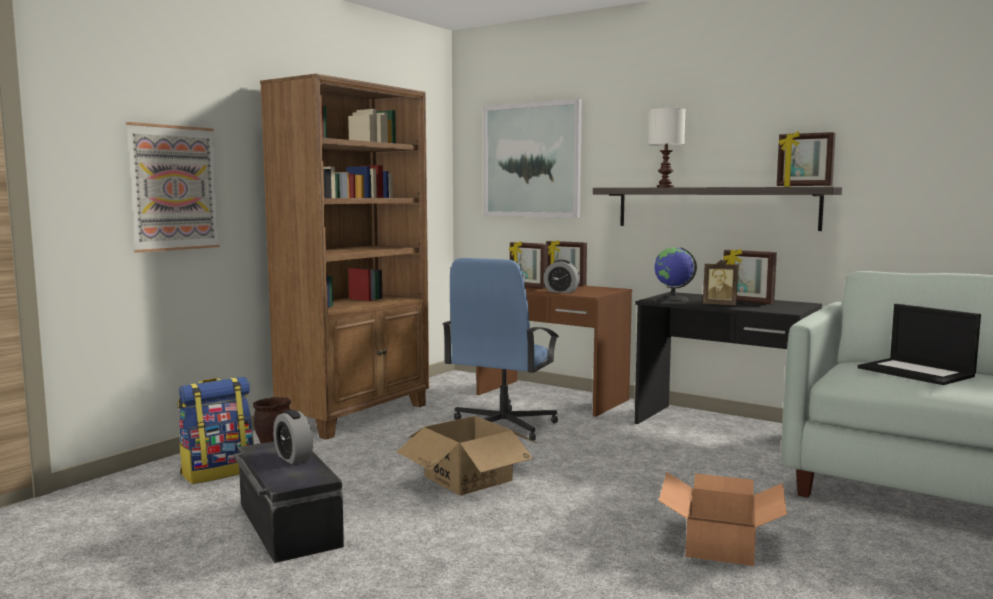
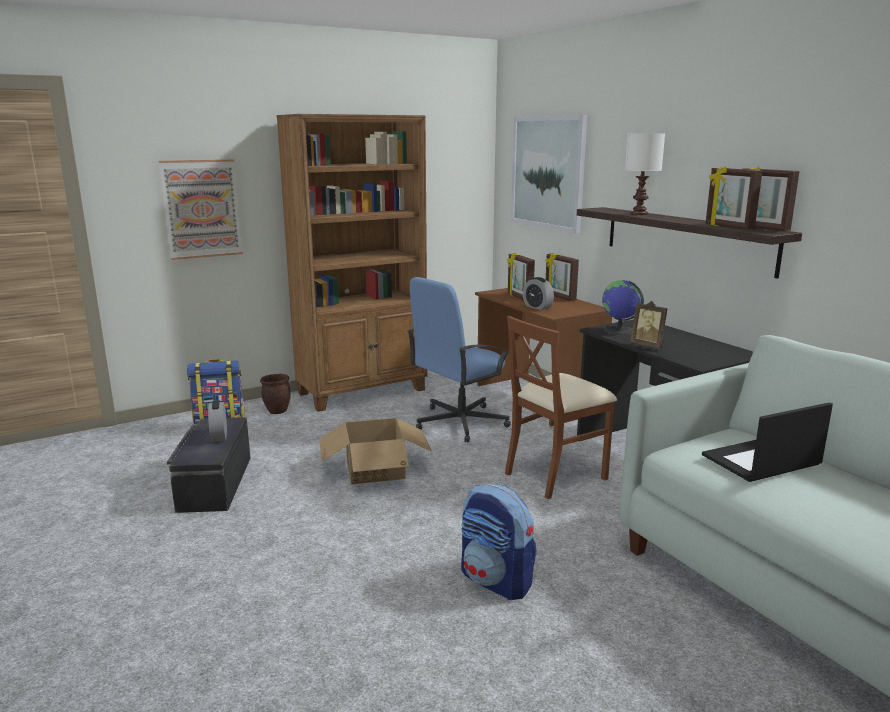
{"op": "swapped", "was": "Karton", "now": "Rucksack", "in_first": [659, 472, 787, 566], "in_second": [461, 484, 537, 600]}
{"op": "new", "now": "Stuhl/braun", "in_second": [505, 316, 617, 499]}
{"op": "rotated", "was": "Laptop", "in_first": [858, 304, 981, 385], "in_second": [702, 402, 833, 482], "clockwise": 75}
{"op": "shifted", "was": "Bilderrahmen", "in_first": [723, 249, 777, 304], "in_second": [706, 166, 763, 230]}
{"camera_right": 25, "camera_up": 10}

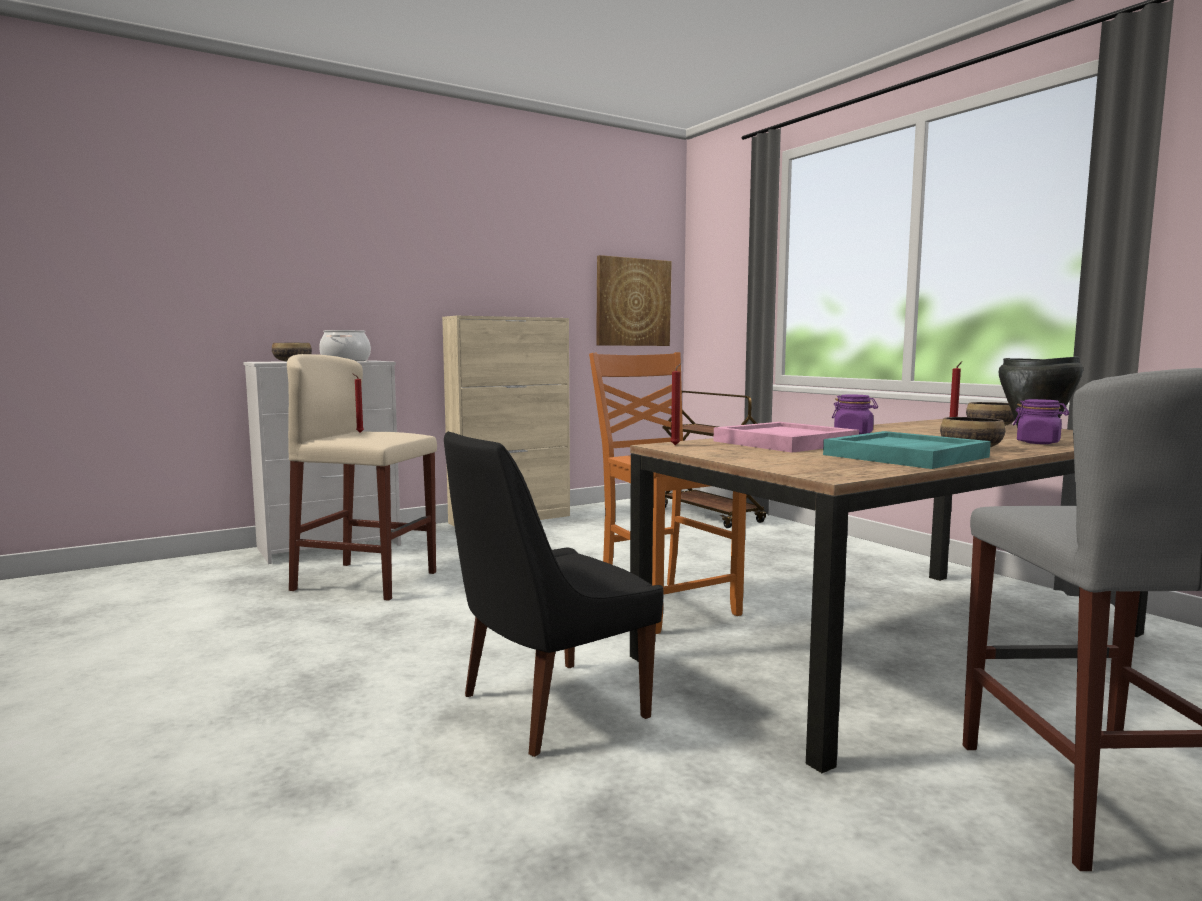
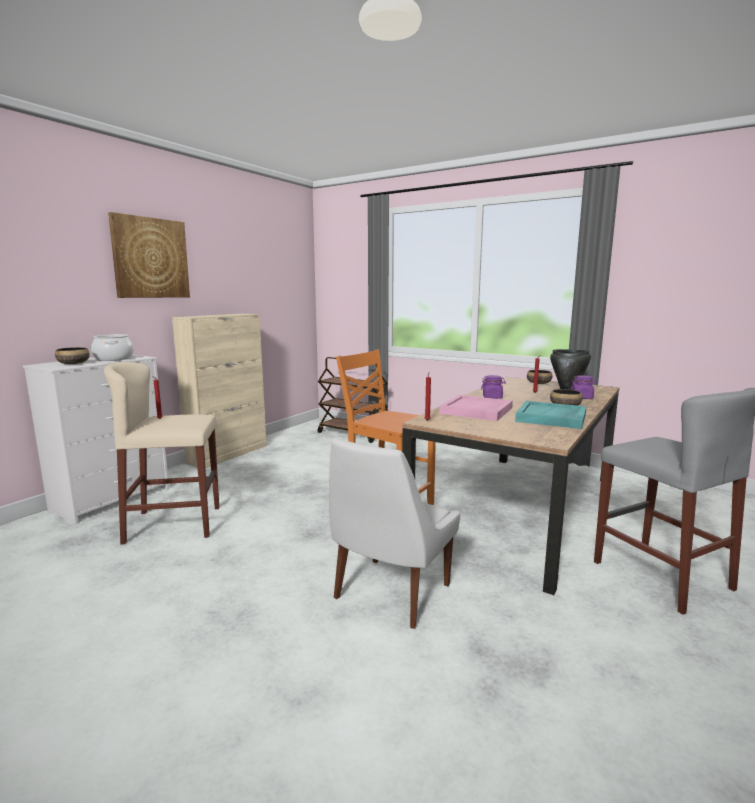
{"op": "shifted", "was": "Bild", "in_first": [596, 255, 672, 346], "in_second": [108, 212, 190, 298]}
{"op": "repainted", "was": "Stuhl/schwarz", "now": "Stuhl/weiß", "in_first": [444, 431, 664, 757], "in_second": [329, 438, 460, 629]}
{"camera_right": -25, "camera_up": 5}

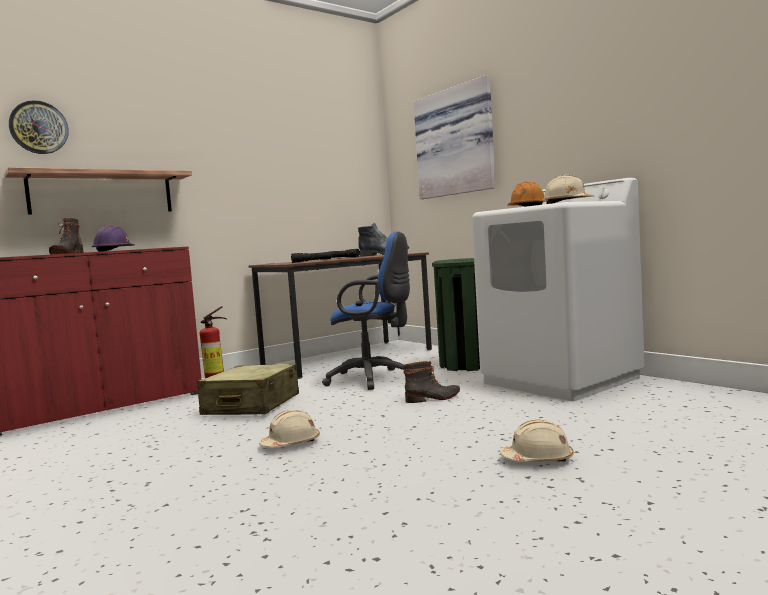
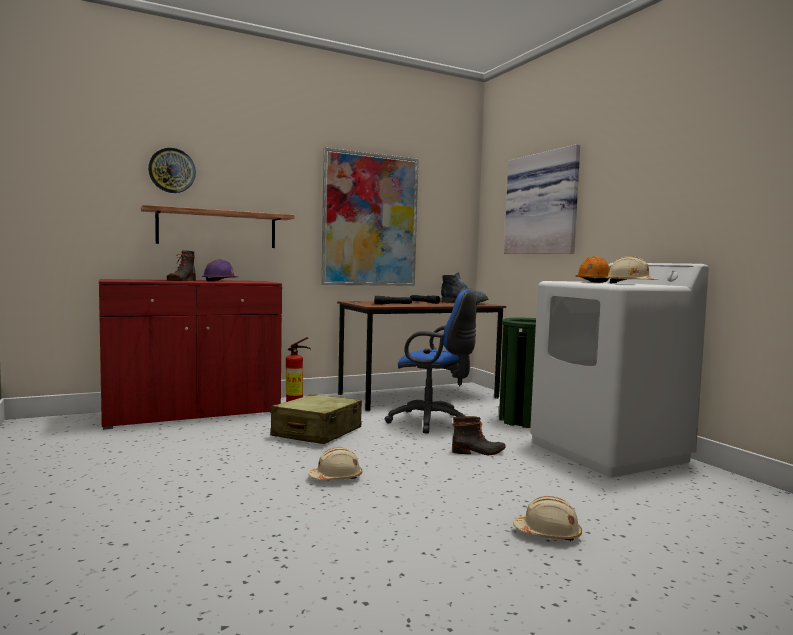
{"op": "new", "now": "Bild", "in_second": [321, 148, 419, 286]}
{"camera_right": 10, "camera_up": 0}

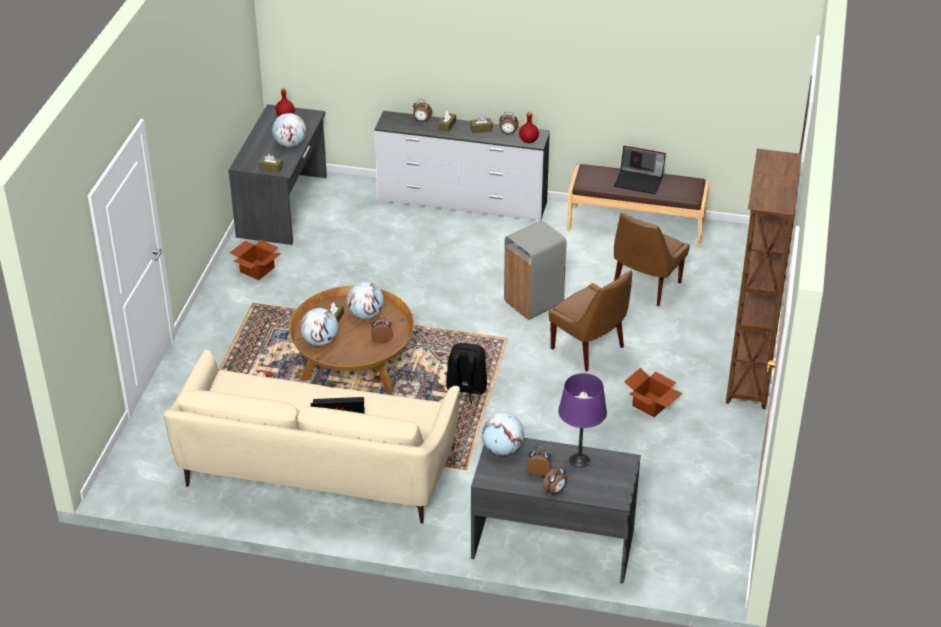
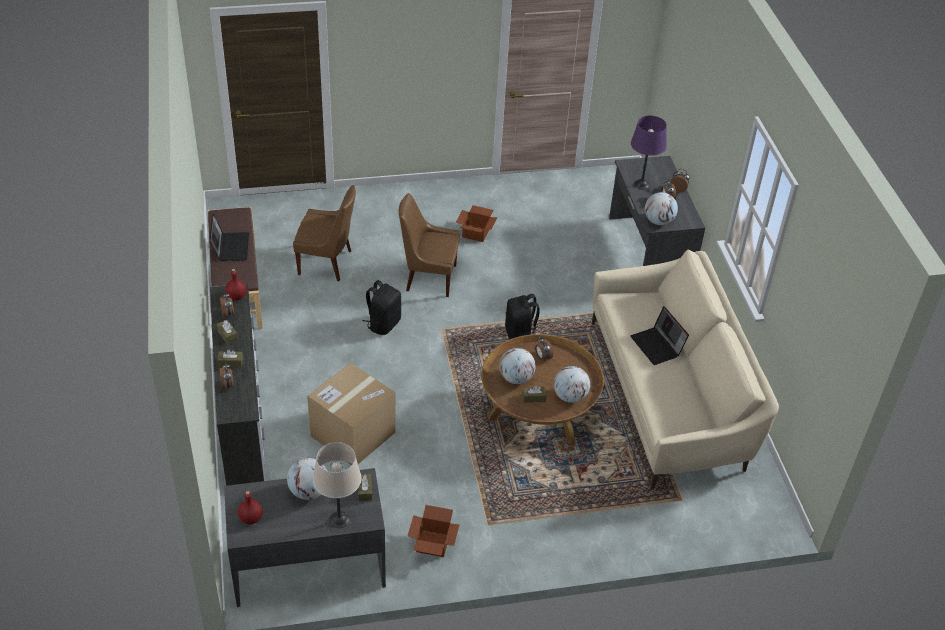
{"op": "new", "now": "Karton", "in_second": [307, 362, 396, 466]}
{"op": "new", "now": "Tischlampe/beige", "in_second": [313, 442, 361, 528]}
{"op": "swapped", "was": "Mülleimer/grau", "now": "Rucksack/schwarz", "in_first": [504, 221, 567, 320], "in_second": [362, 280, 401, 335]}
{"op": "rotated", "was": "Stuhl/braun", "in_first": [549, 270, 632, 372], "in_second": [399, 193, 460, 297], "clockwise": -105}
{"op": "gone", "was": "Bücherregal/braun", "in_first": [726, 149, 802, 409]}
{"camera_right": -115, "camera_up": 5}

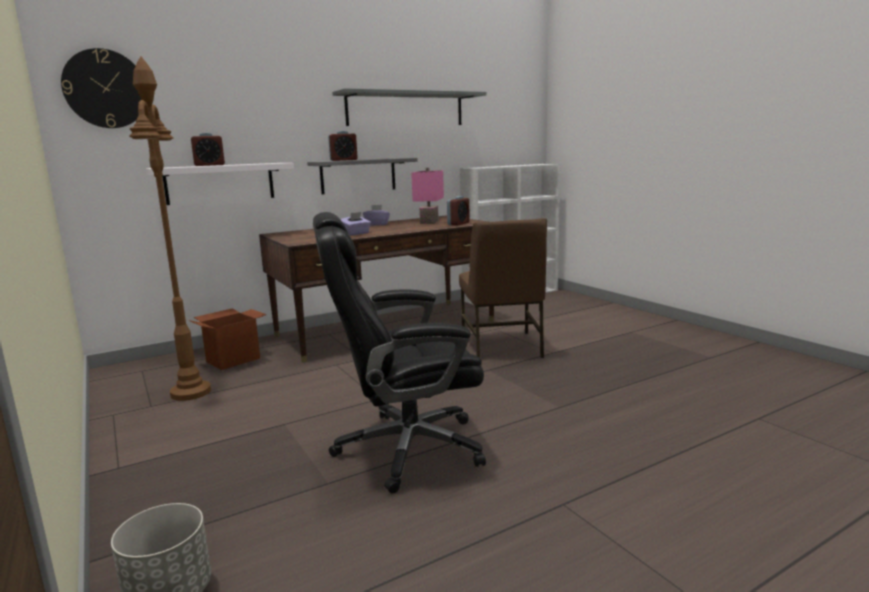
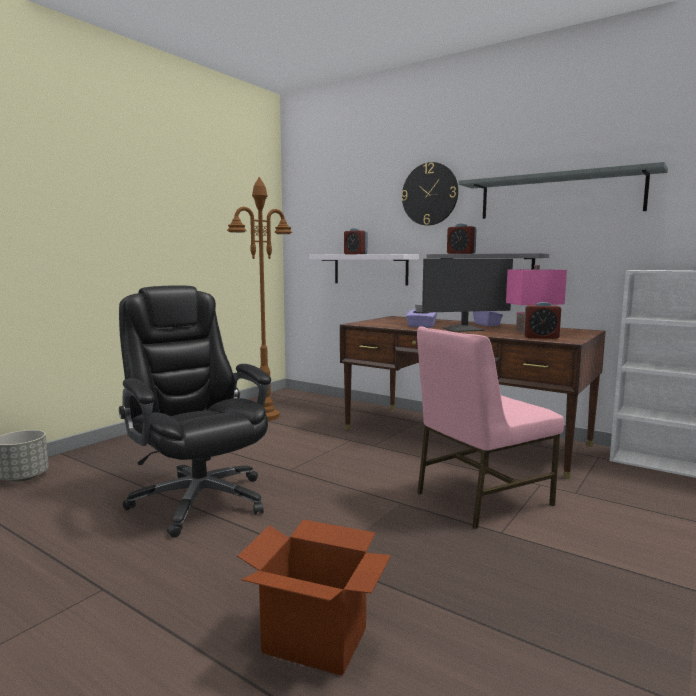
{"op": "shifted", "was": "Karton", "in_first": [188, 308, 267, 370], "in_second": [237, 519, 391, 676]}
{"op": "shifted", "was": "Wanduhr", "in_first": [61, 48, 141, 128], "in_second": [401, 162, 458, 226]}
{"op": "repainted", "was": "Stuhl/braun", "now": "Stuhl/rosa", "in_first": [459, 218, 547, 358], "in_second": [417, 326, 564, 529]}
{"op": "new", "now": "Monitor", "in_second": [422, 259, 513, 332]}
{"camera_right": 65, "camera_up": -5}

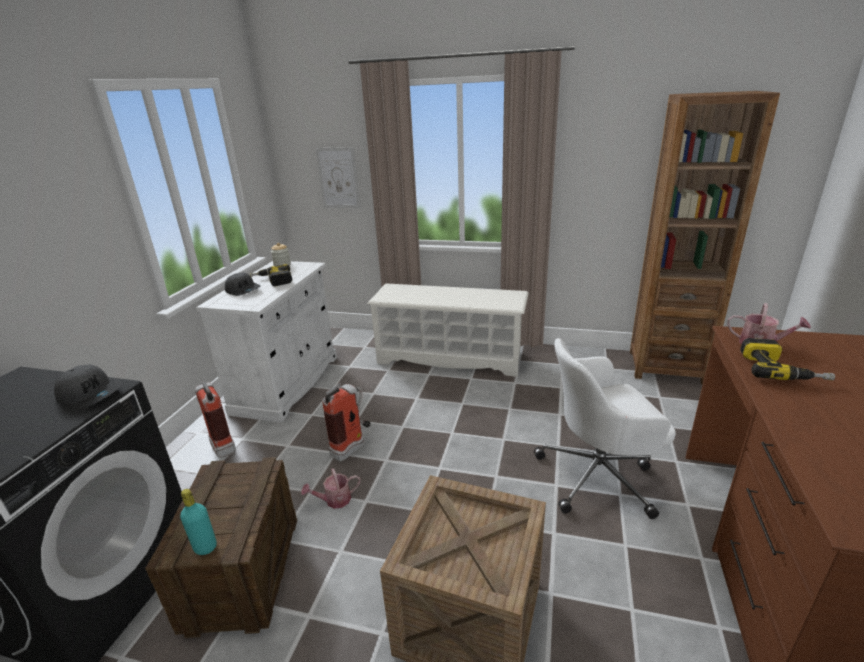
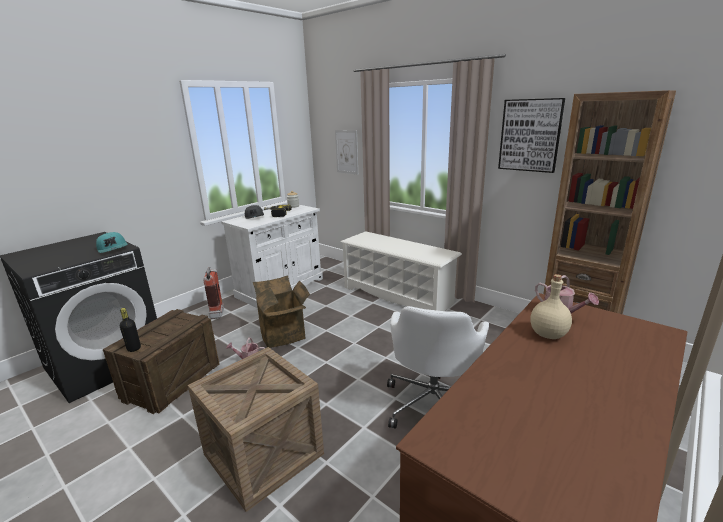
{"op": "repainted", "was": "Kappe/grau", "now": "Kappe/türkis", "in_first": [54, 365, 123, 408], "in_second": [96, 232, 127, 253]}
{"op": "repainted", "was": "Flasche/türkis", "now": "Flasche/schwarz", "in_first": [180, 489, 217, 555], "in_second": [120, 308, 141, 352]}
{"op": "swapped", "was": "Feuerlöscher", "now": "Karton", "in_first": [322, 383, 371, 462], "in_second": [253, 275, 310, 348]}
{"op": "rotated", "was": "Bürostuhl/weiß", "in_first": [534, 338, 676, 519], "in_second": [387, 306, 489, 429], "clockwise": -90}
{"op": "new", "now": "Bild", "in_second": [498, 98, 565, 173]}
{"op": "swapped", "was": "Bohrmaschine", "now": "Flasche/beige", "in_first": [740, 338, 835, 380], "in_second": [531, 274, 572, 339]}
{"camera_right": 25, "camera_up": -5}

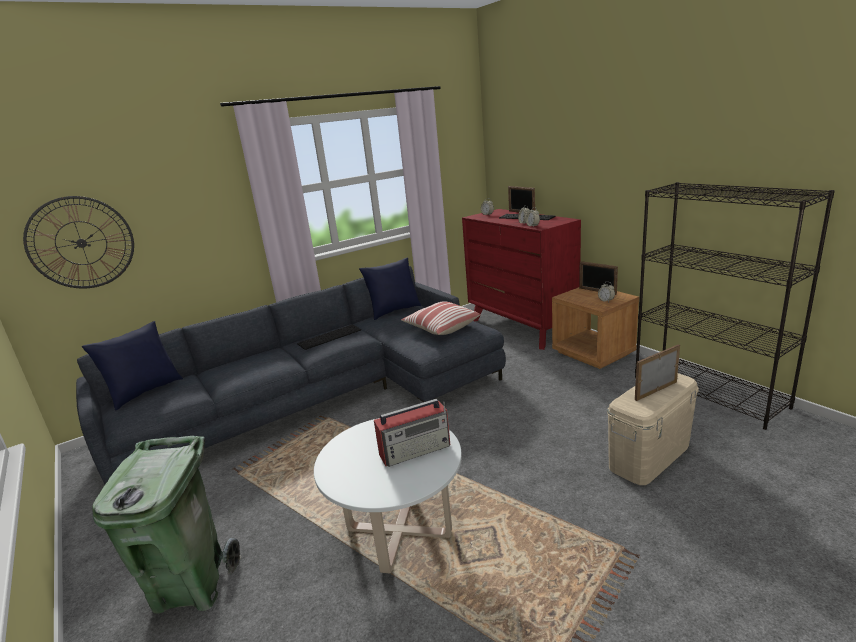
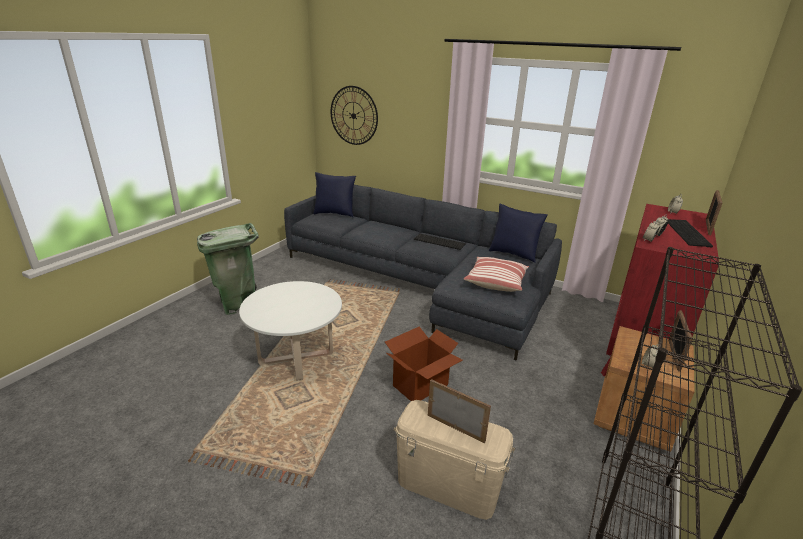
{"op": "new", "now": "Karton", "in_second": [385, 326, 463, 401]}
{"op": "gone", "was": "Radio", "in_first": [374, 399, 450, 467]}
{"camera_right": 60, "camera_up": 5}

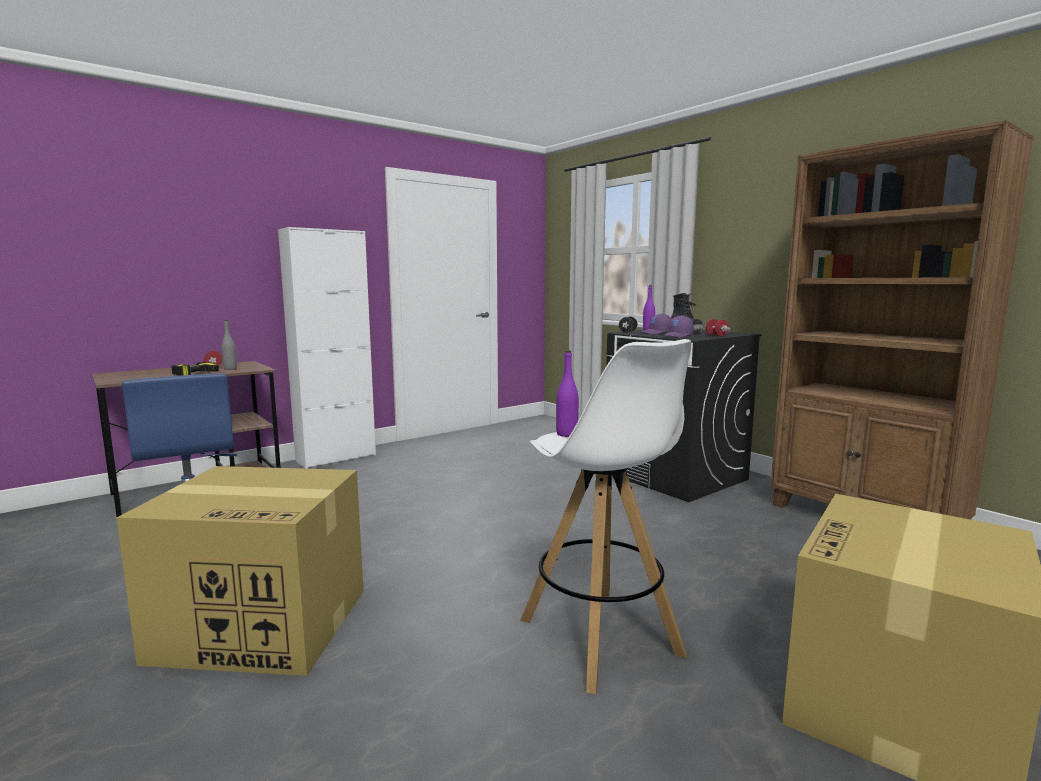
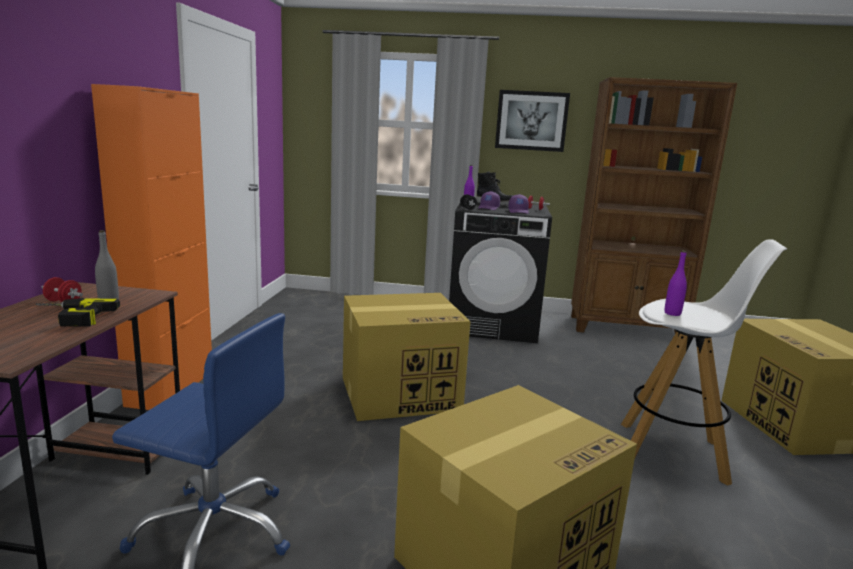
{"op": "repainted", "was": "Schrank/weiß", "now": "Schrank/orange", "in_first": [278, 227, 376, 469], "in_second": [91, 84, 212, 410]}
{"op": "new", "now": "Karton", "in_second": [343, 293, 471, 421]}
{"op": "new", "now": "Bild", "in_second": [495, 90, 570, 152]}
{"camera_right": -45, "camera_up": 5}

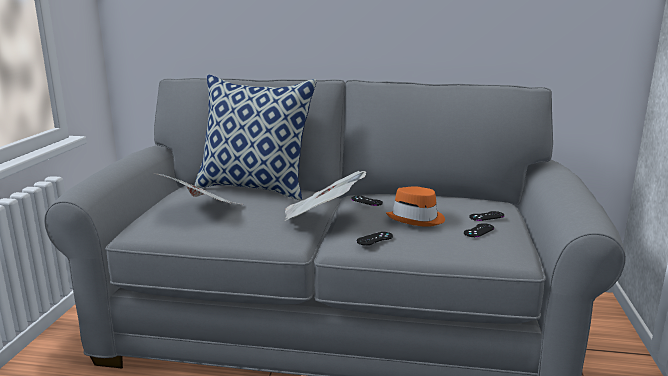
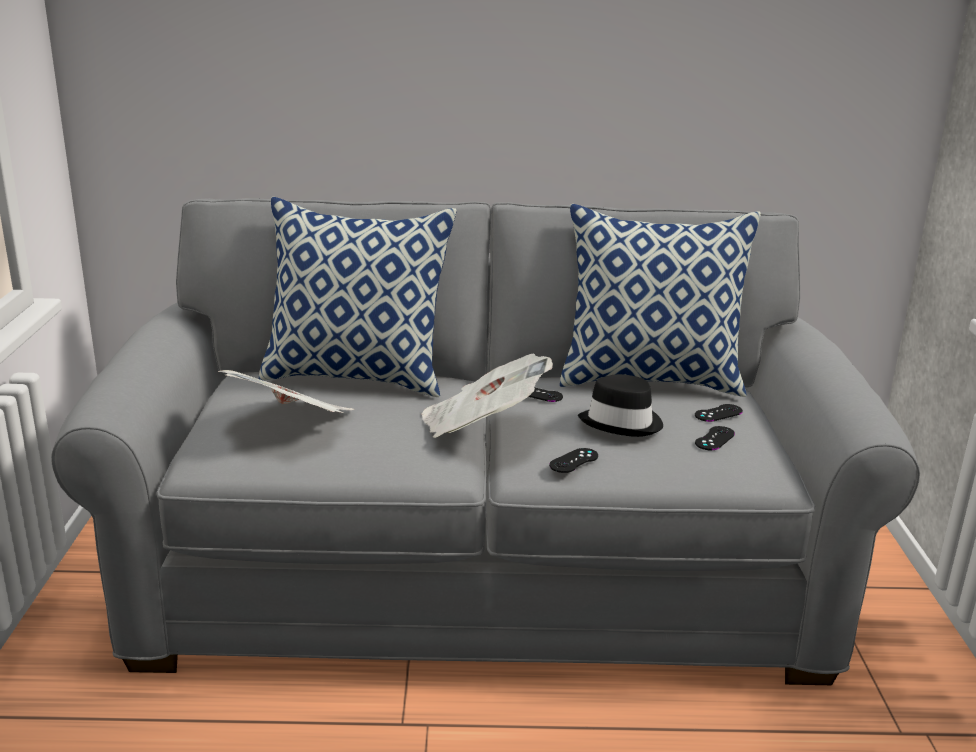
{"op": "new", "now": "Kissen", "in_second": [560, 204, 761, 397]}
{"op": "repainted", "was": "Hut/orange", "now": "Hut/schwarz", "in_first": [386, 187, 445, 227], "in_second": [578, 374, 663, 437]}
{"camera_right": -10, "camera_up": 5}

